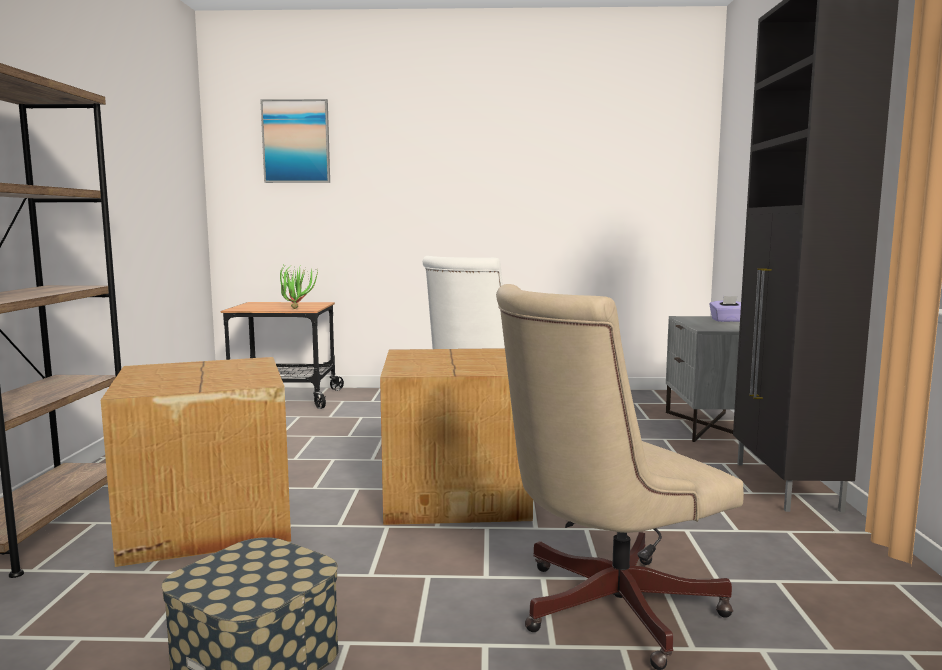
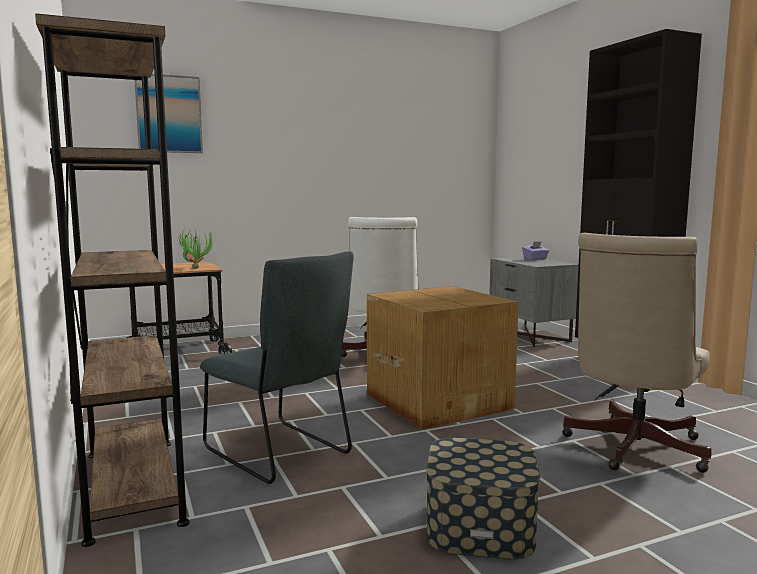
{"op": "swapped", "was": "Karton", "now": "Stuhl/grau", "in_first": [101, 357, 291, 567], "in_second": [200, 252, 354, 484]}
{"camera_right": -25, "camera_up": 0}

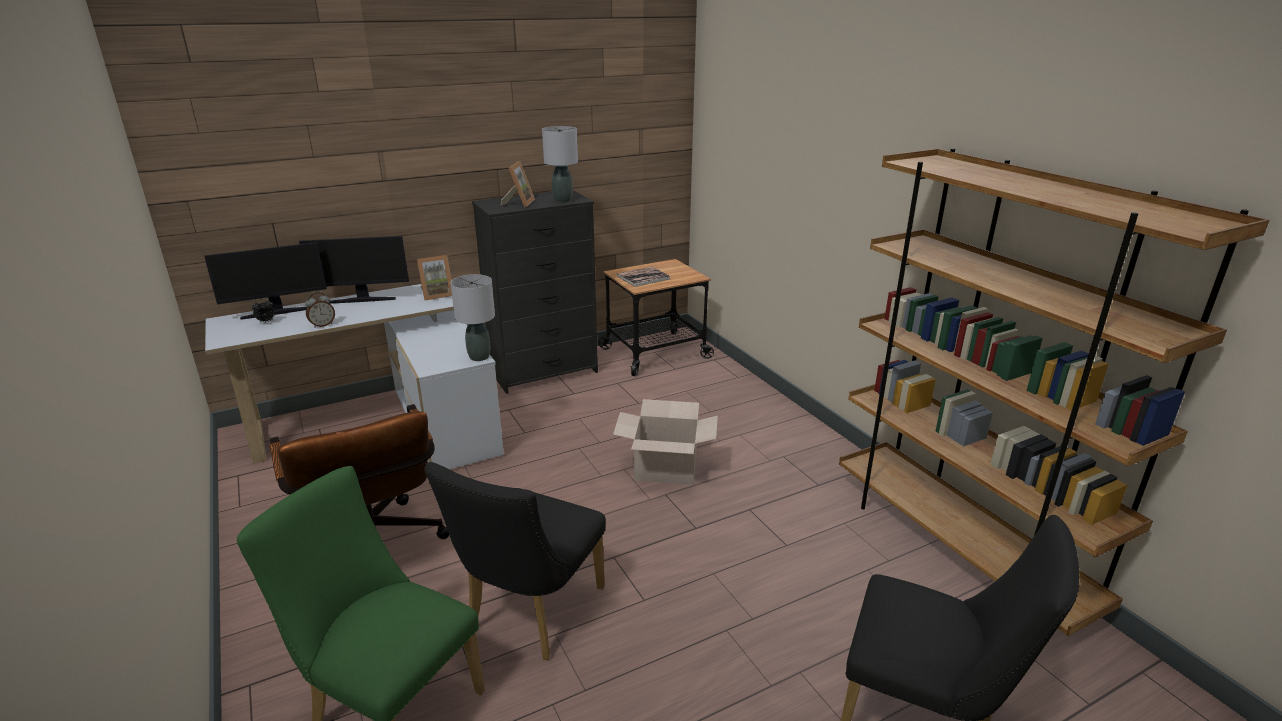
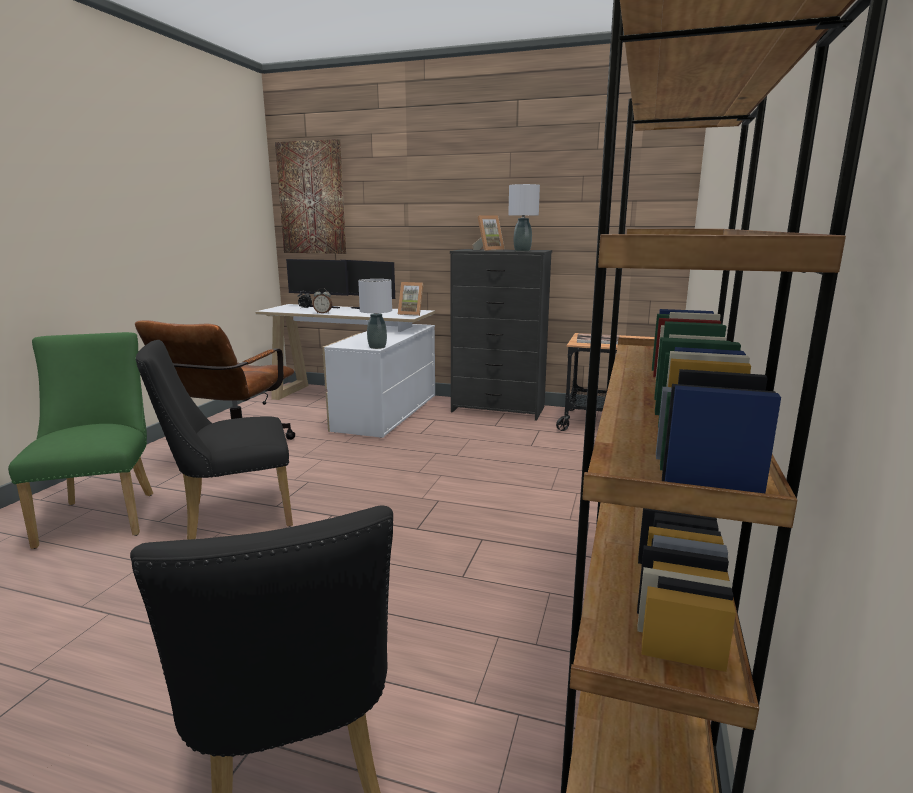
{"op": "new", "now": "Bild", "in_second": [275, 139, 346, 254]}
{"op": "gone", "was": "Karton", "in_first": [613, 399, 718, 485]}
{"camera_right": 45, "camera_up": -10}

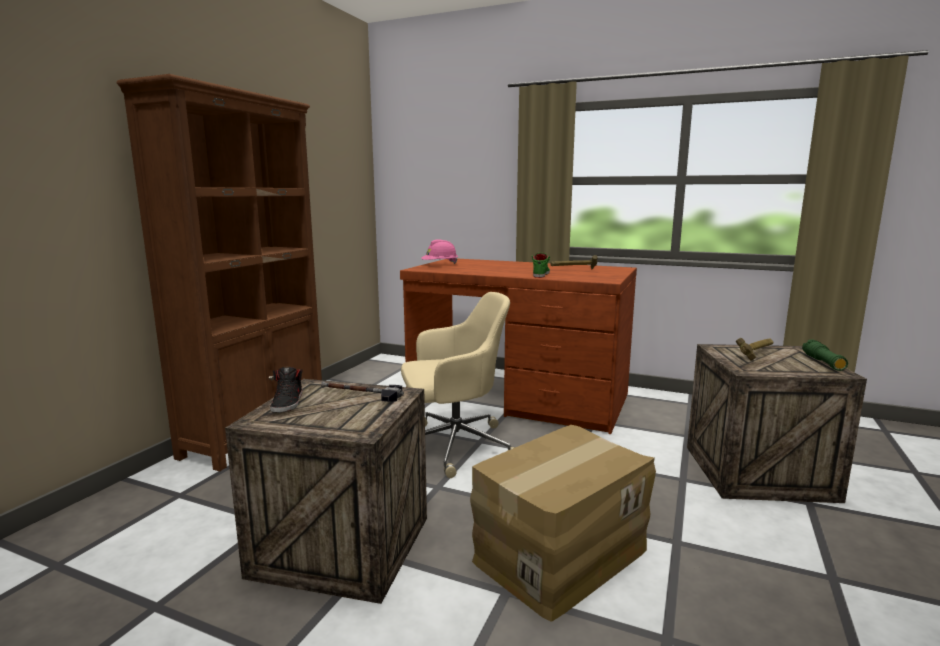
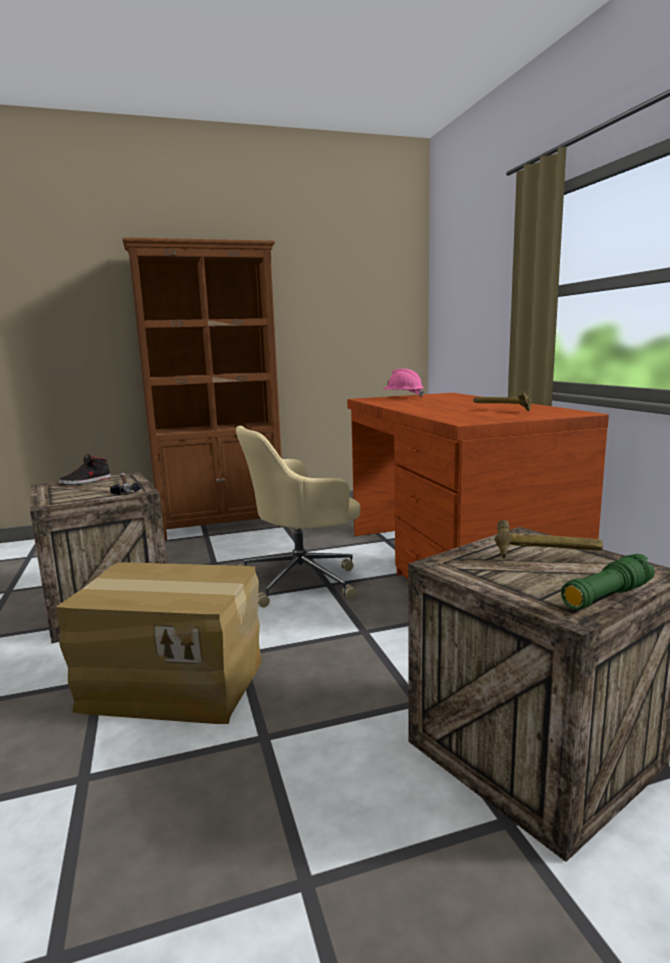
{"op": "rotated", "was": "Bürostuhl/beige", "in_first": [401, 292, 515, 478], "in_second": [236, 426, 361, 607], "clockwise": 120}
{"op": "gone", "was": "Schuh/grün", "in_first": [532, 253, 550, 278]}
{"camera_right": 50, "camera_up": 0}

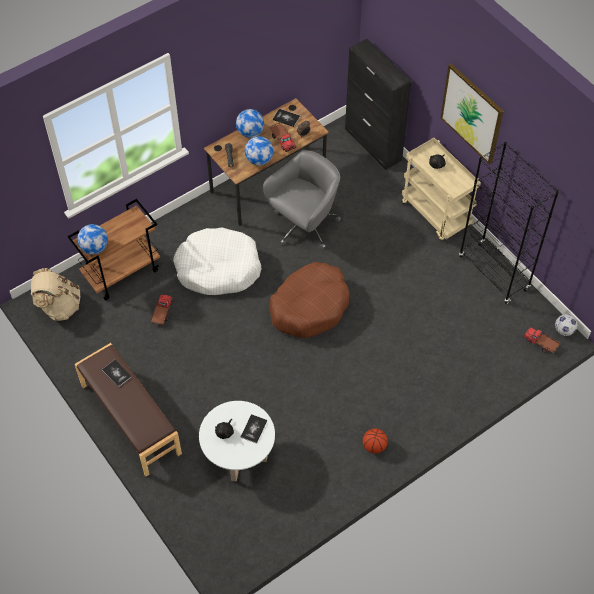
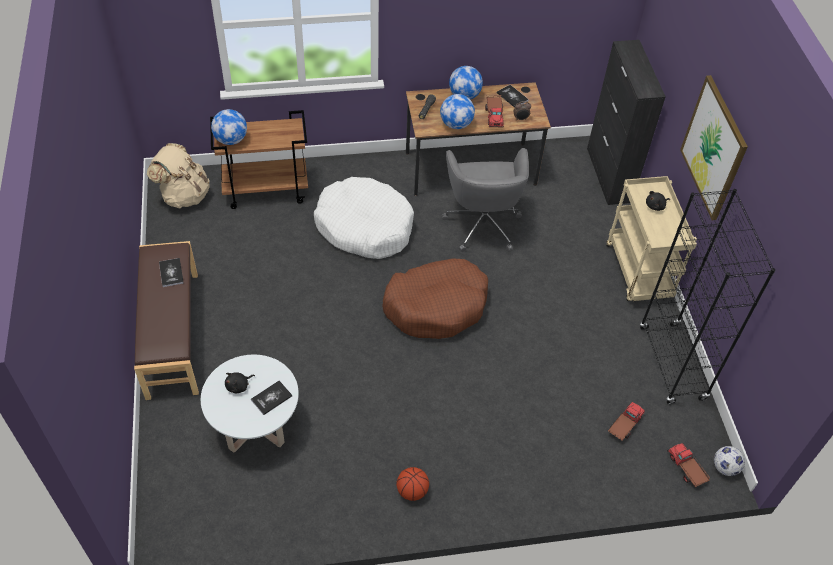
{"op": "rotated", "was": "Bürostuhl/grau", "in_first": [263, 150, 341, 249], "in_second": [442, 148, 529, 252], "clockwise": 105}
{"op": "shifted", "was": "Spielzeuglaster", "in_first": [151, 294, 173, 324], "in_second": [608, 402, 645, 441]}
{"camera_right": 25, "camera_up": -5}

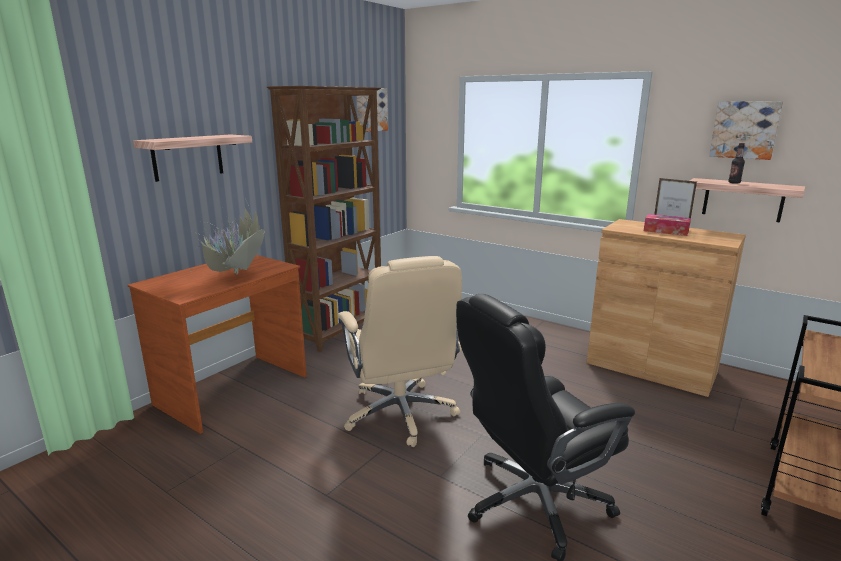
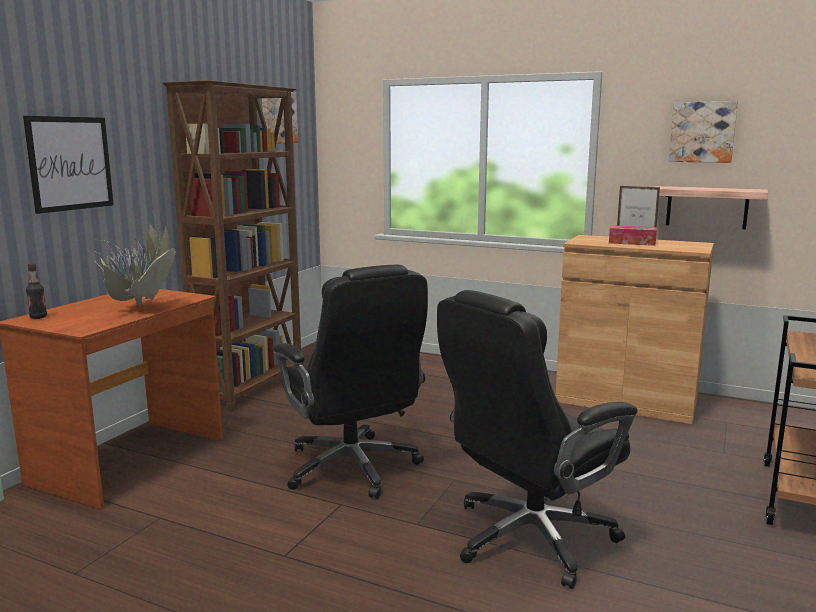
{"op": "swapped", "was": "Wandregal", "now": "Bild", "in_first": [133, 135, 252, 182], "in_second": [23, 116, 114, 214]}
{"op": "shifted", "was": "Flasche", "in_first": [728, 143, 745, 184], "in_second": [26, 263, 47, 319]}
{"op": "repainted", "was": "Bürostuhl/beige", "now": "Bürostuhl/schwarz", "in_first": [338, 256, 462, 447], "in_second": [273, 265, 428, 499]}
{"camera_right": -10, "camera_up": -5}

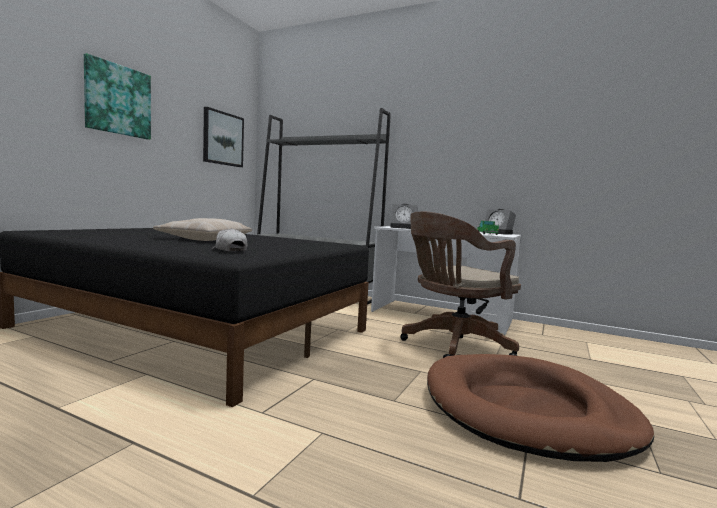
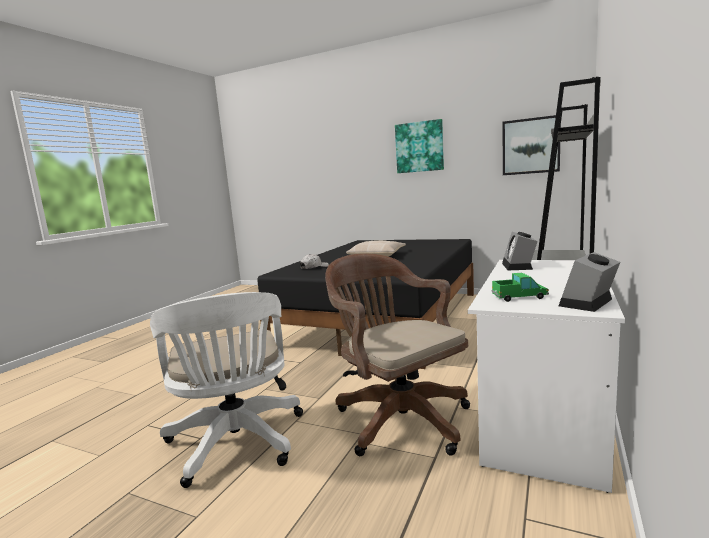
{"op": "swapped", "was": "Hundebett/braun", "now": "Bürostuhl/weiß", "in_first": [427, 354, 654, 462], "in_second": [150, 292, 303, 488]}
{"camera_right": 90, "camera_up": 5}

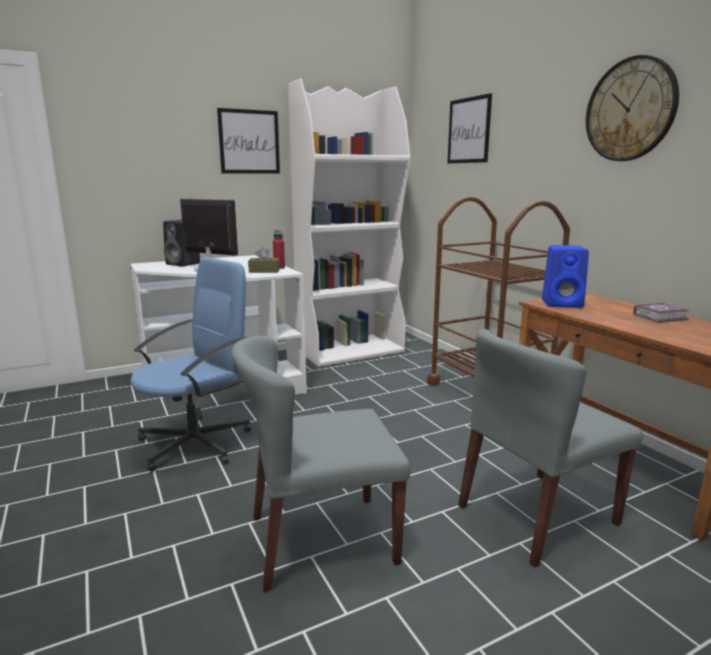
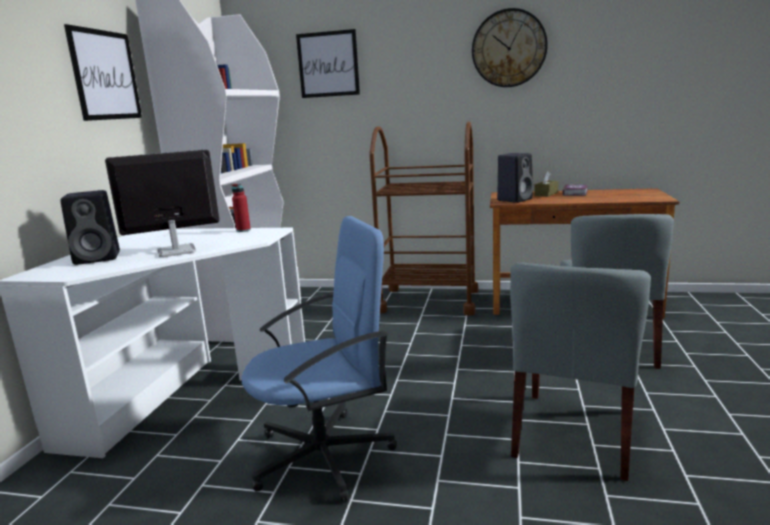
{"op": "rotated", "was": "Bürostuhl/blau", "in_first": [130, 257, 251, 472], "in_second": [242, 216, 397, 502], "clockwise": 75}
{"op": "repainted", "was": "Lautsprecher/blau", "now": "Lautsprecher/schwarz", "in_first": [542, 245, 589, 308], "in_second": [497, 153, 533, 203]}
{"op": "shifted", "was": "Taschentuchbox/braun", "in_first": [248, 247, 279, 273], "in_second": [534, 171, 559, 197]}
{"camera_right": -50, "camera_up": 0}

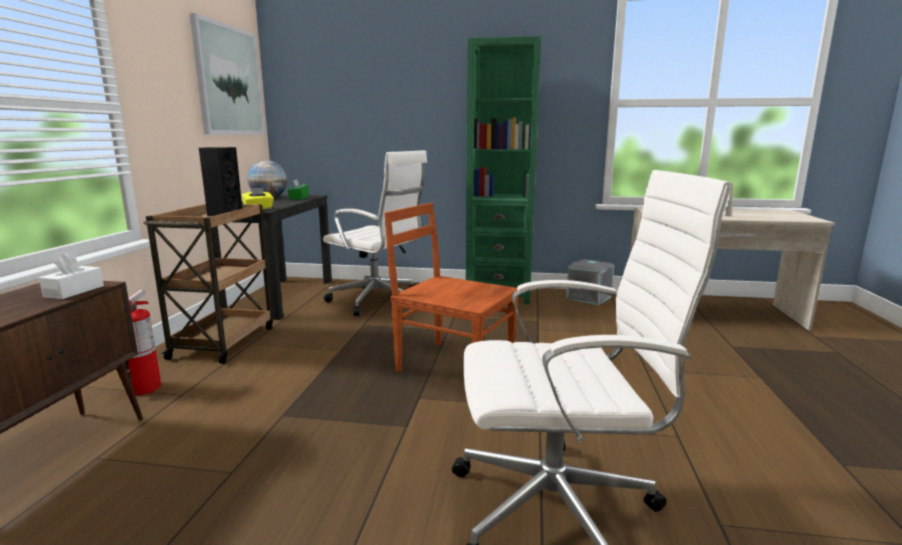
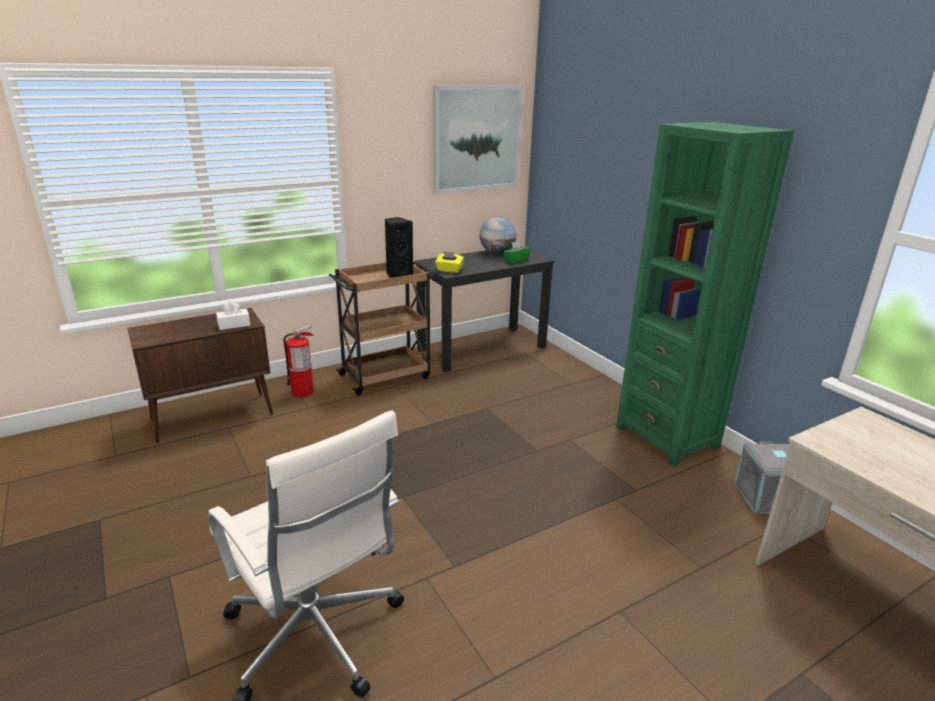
{"op": "gone", "was": "Bürostuhl/weiß", "in_first": [323, 150, 427, 316]}
{"op": "gone", "was": "Stuhl/braun", "in_first": [384, 203, 518, 372]}
{"camera_right": 50, "camera_up": 10}

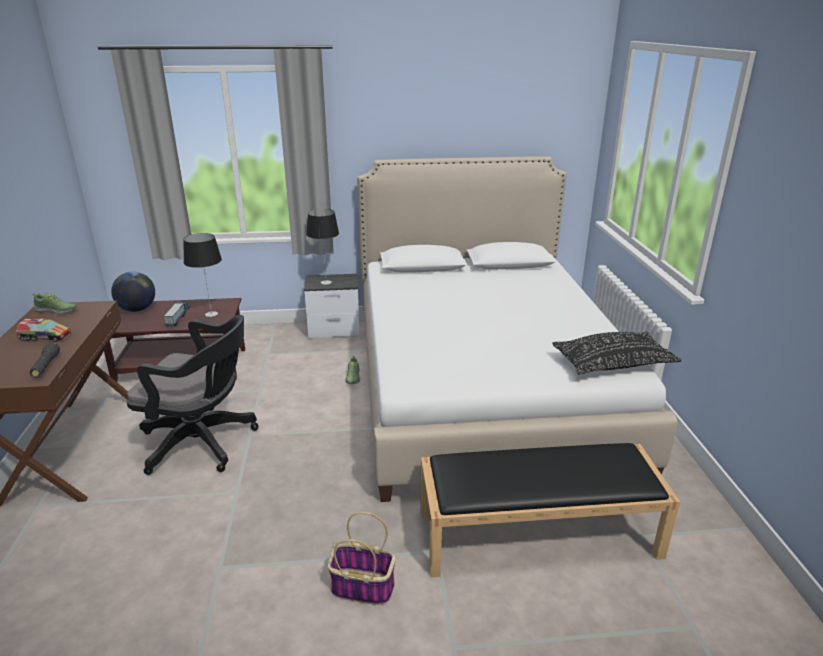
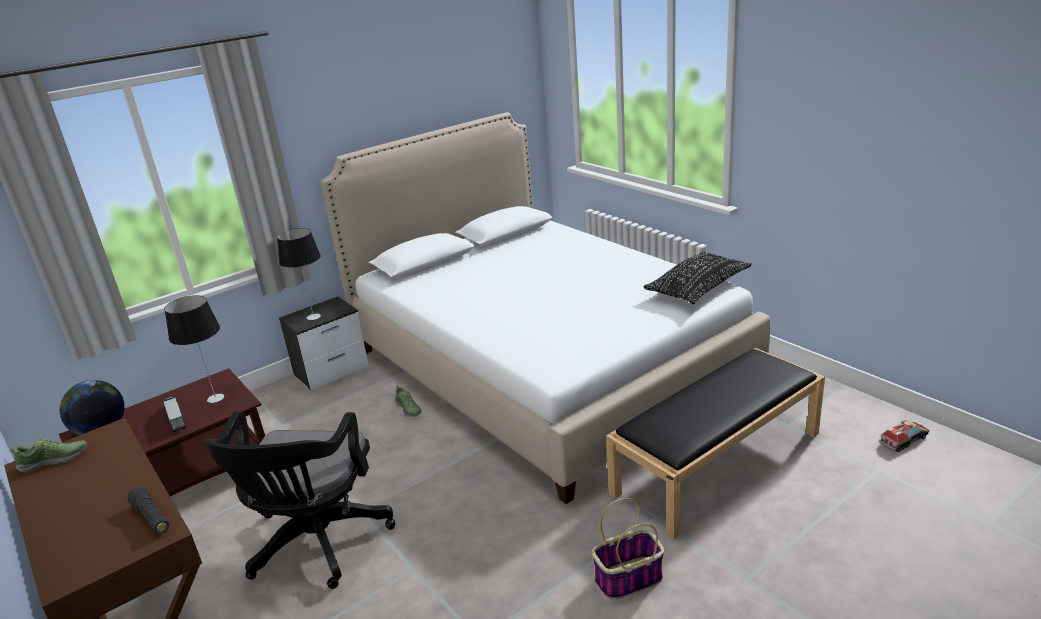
{"op": "rotated", "was": "Bürostuhl/schwarz", "in_first": [127, 315, 259, 475], "in_second": [204, 411, 395, 589], "clockwise": 120}
{"op": "shifted", "was": "Spielzeuglaster", "in_first": [16, 318, 72, 342], "in_second": [881, 420, 930, 452]}
{"camera_right": -30, "camera_up": 0}

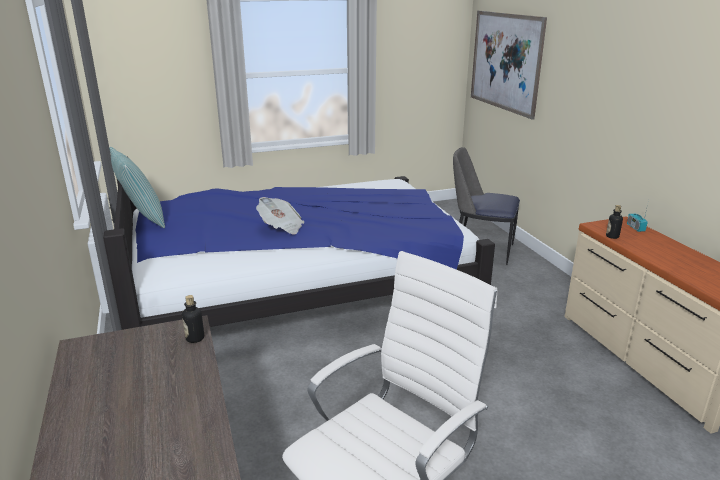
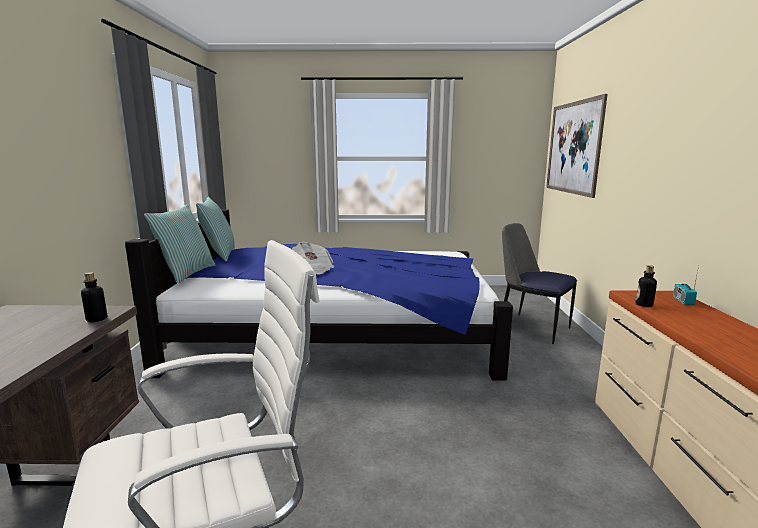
{"op": "new", "now": "Kissen", "in_second": [144, 204, 215, 284]}
{"camera_right": 20, "camera_up": -10}

